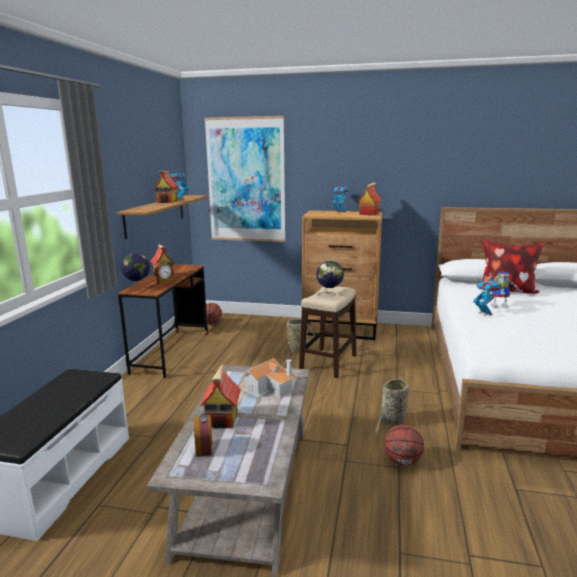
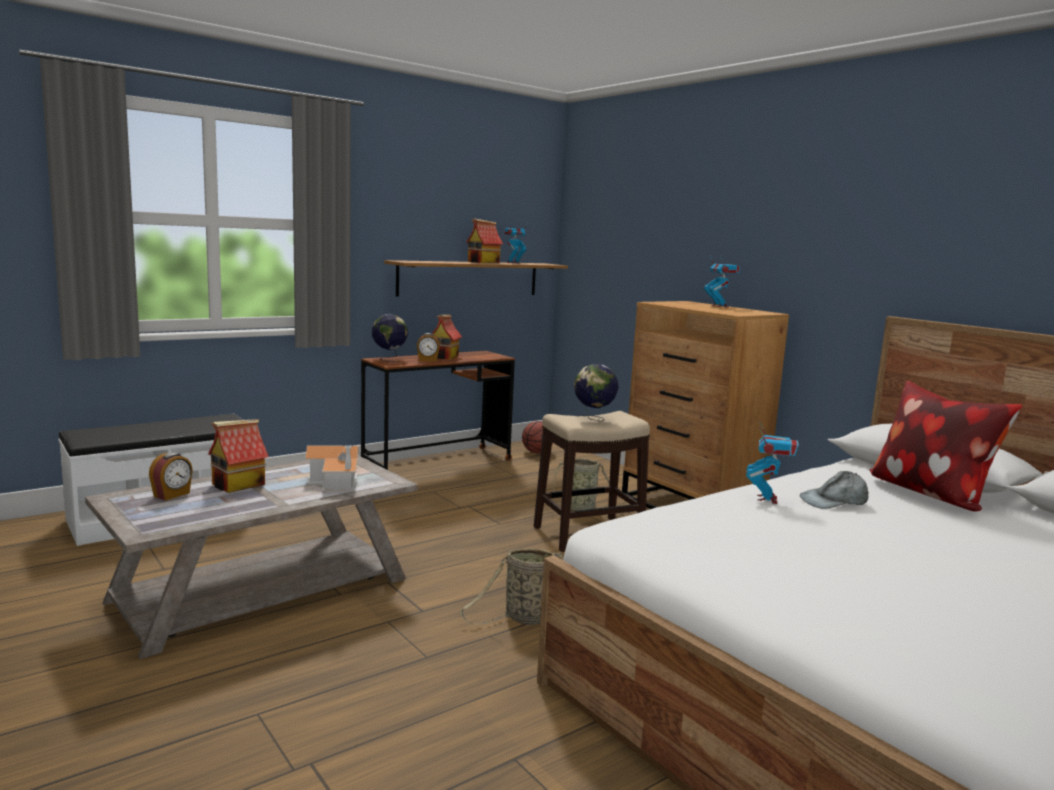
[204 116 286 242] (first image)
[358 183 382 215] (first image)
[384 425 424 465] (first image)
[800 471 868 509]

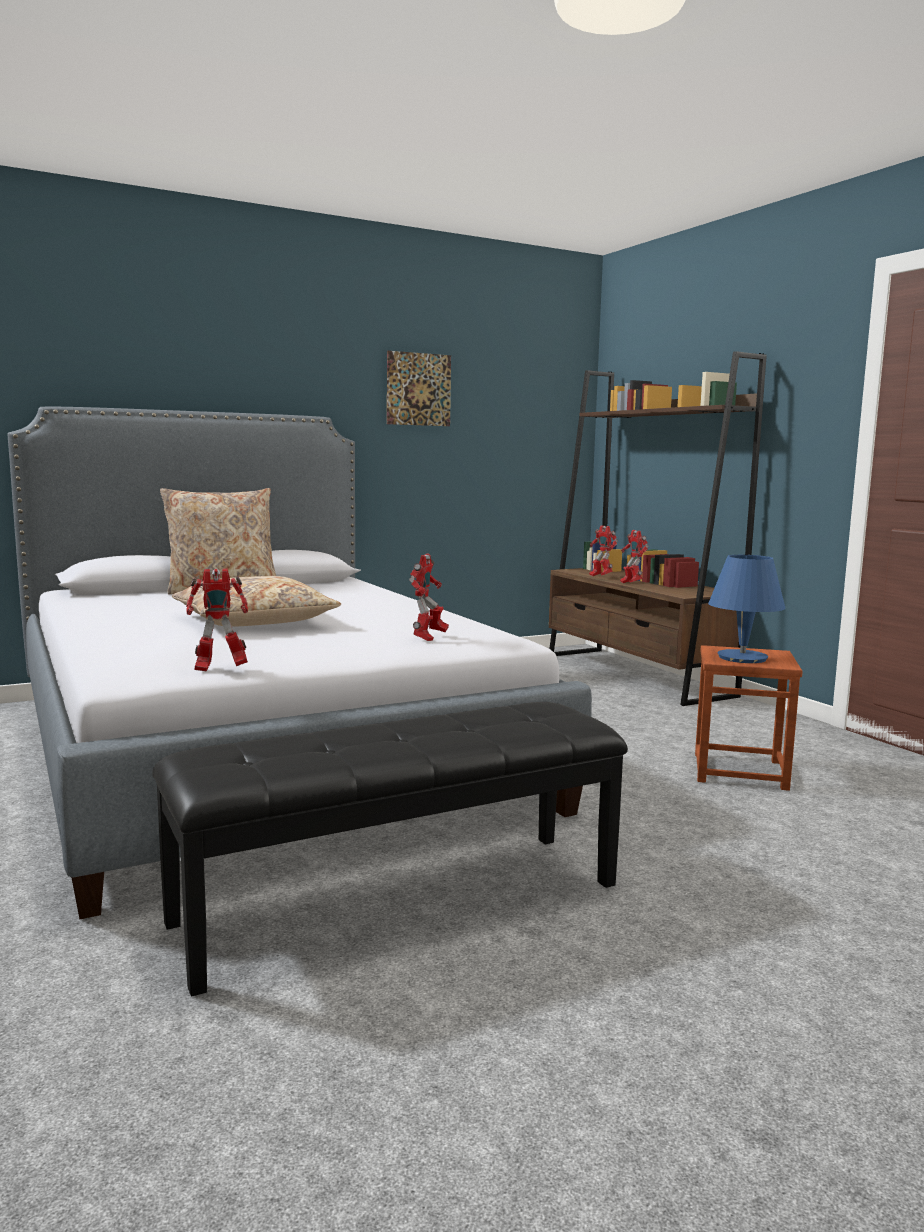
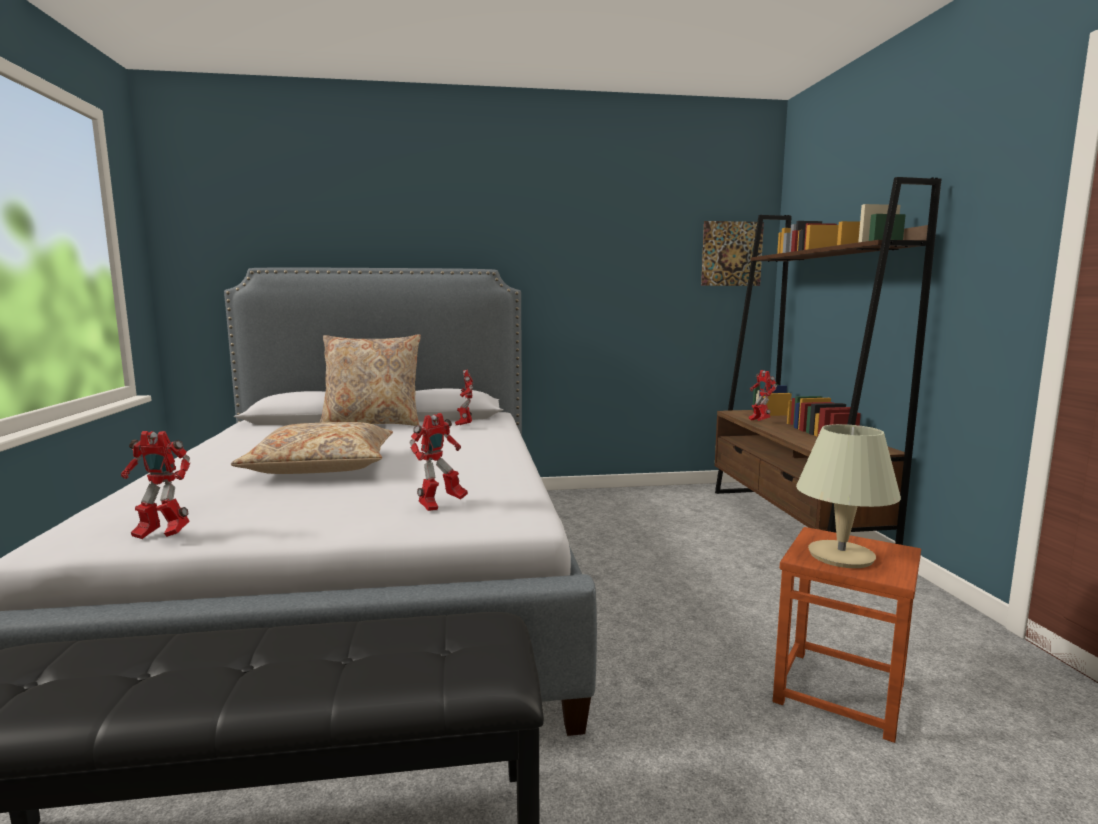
[701 221 764 286]
[455 369 473 425]
[796 424 901 568]

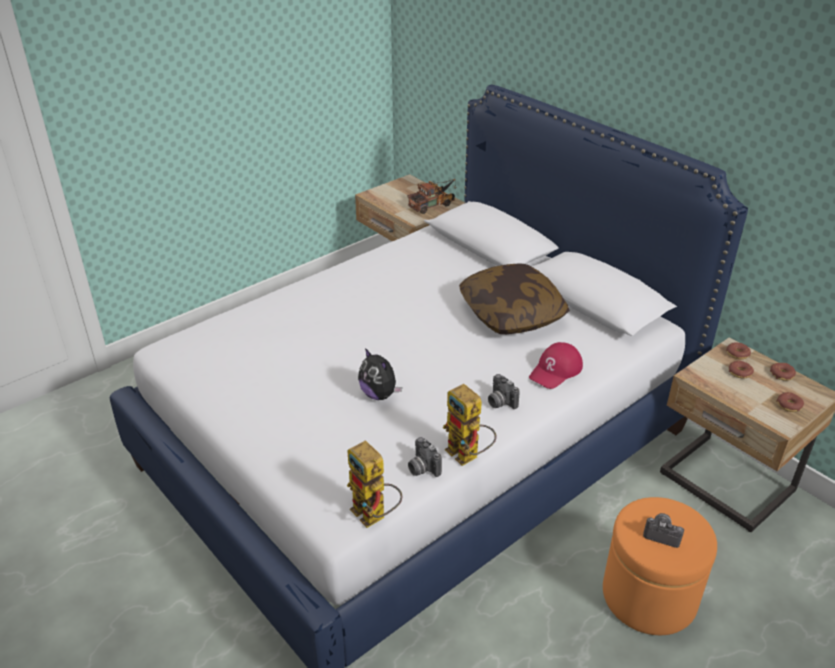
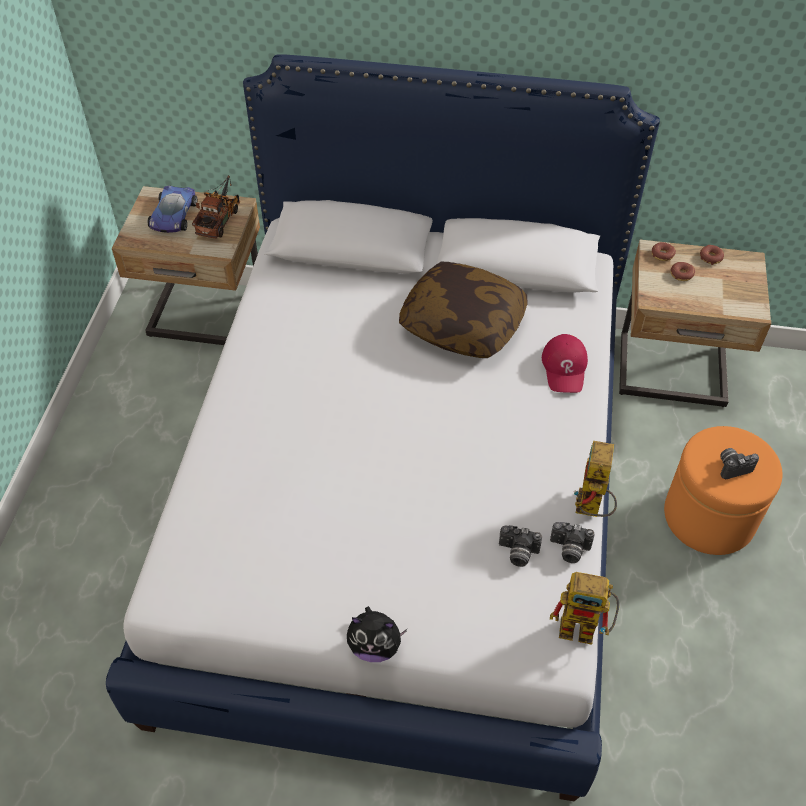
[776 392 804 412] (first image)
[148 185 197 233]
[347 606 408 662]
[499 525 542 567]
[574 441 617 517]

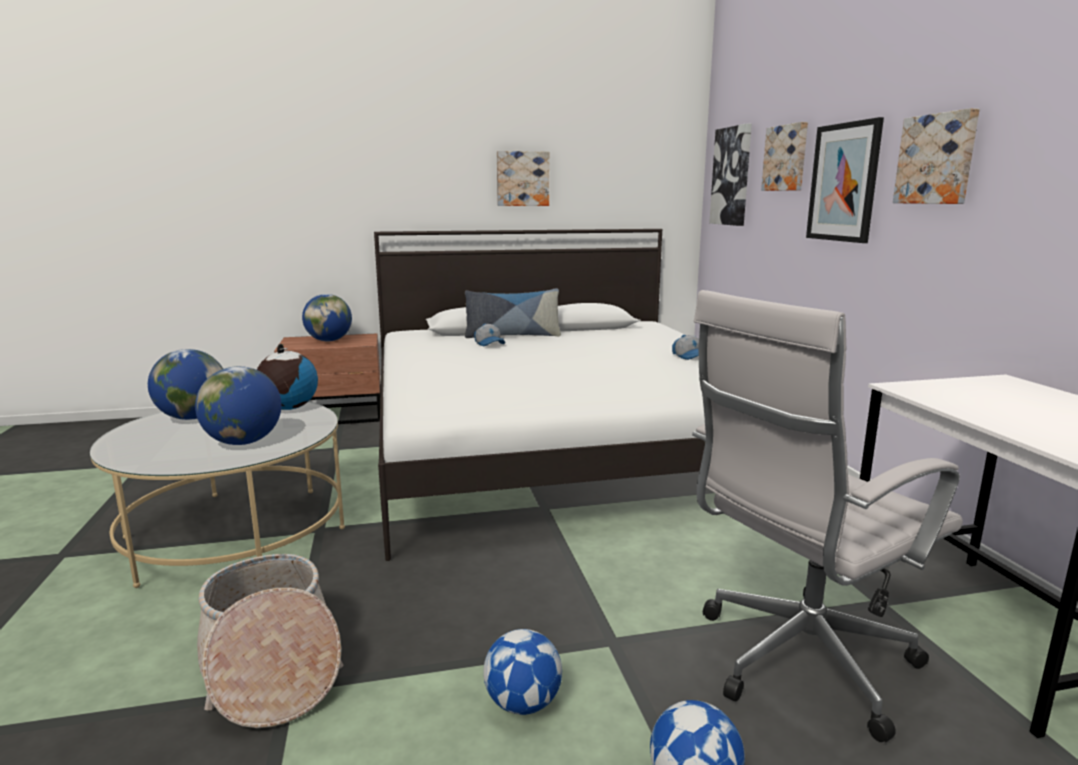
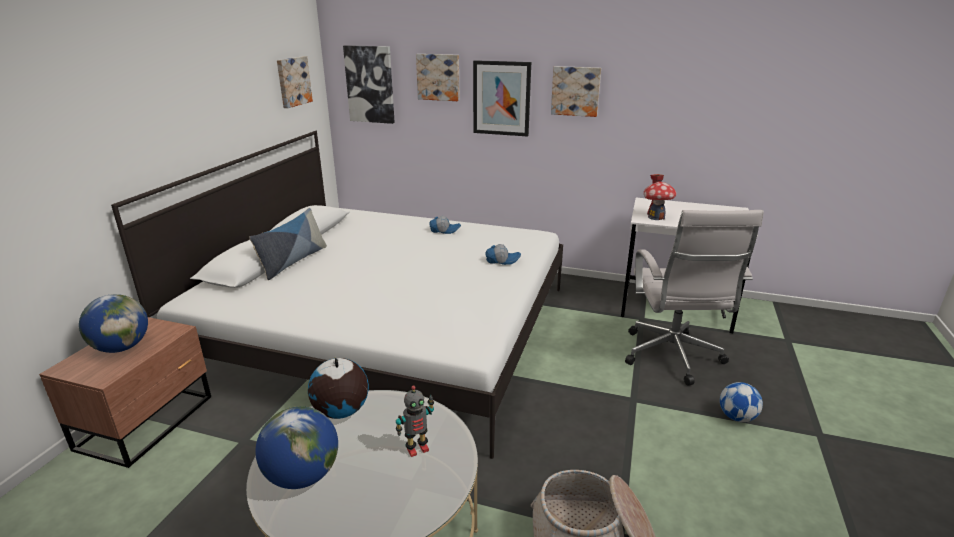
[483 629 562 715] (first image)
[644 174 676 220]
[485 244 521 265]
[277 56 313 108]
[396 385 434 457]

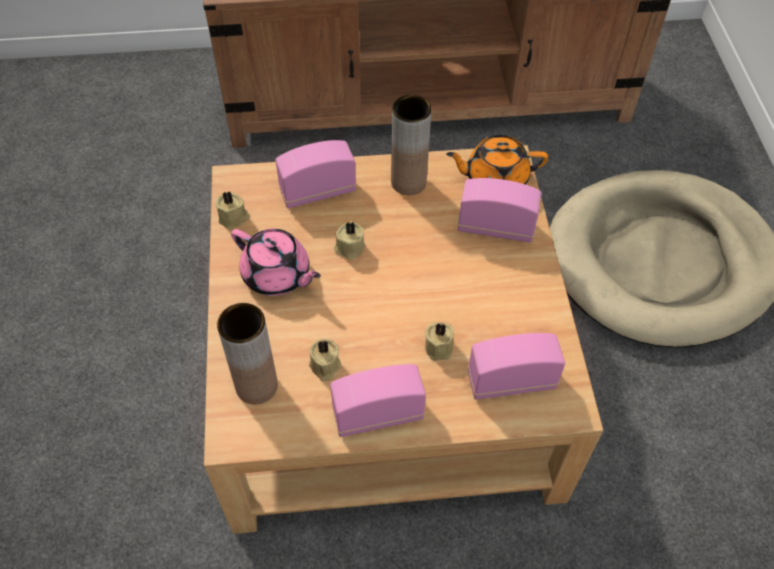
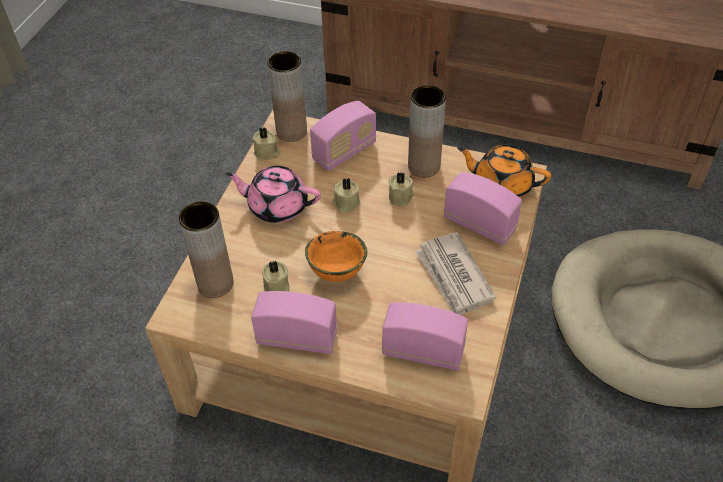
[267 51 307 142]
[305 231 367 282]
[415 232 496 315]
[389 172 415 207]
[225 166 321 223]
[310 101 377 171]

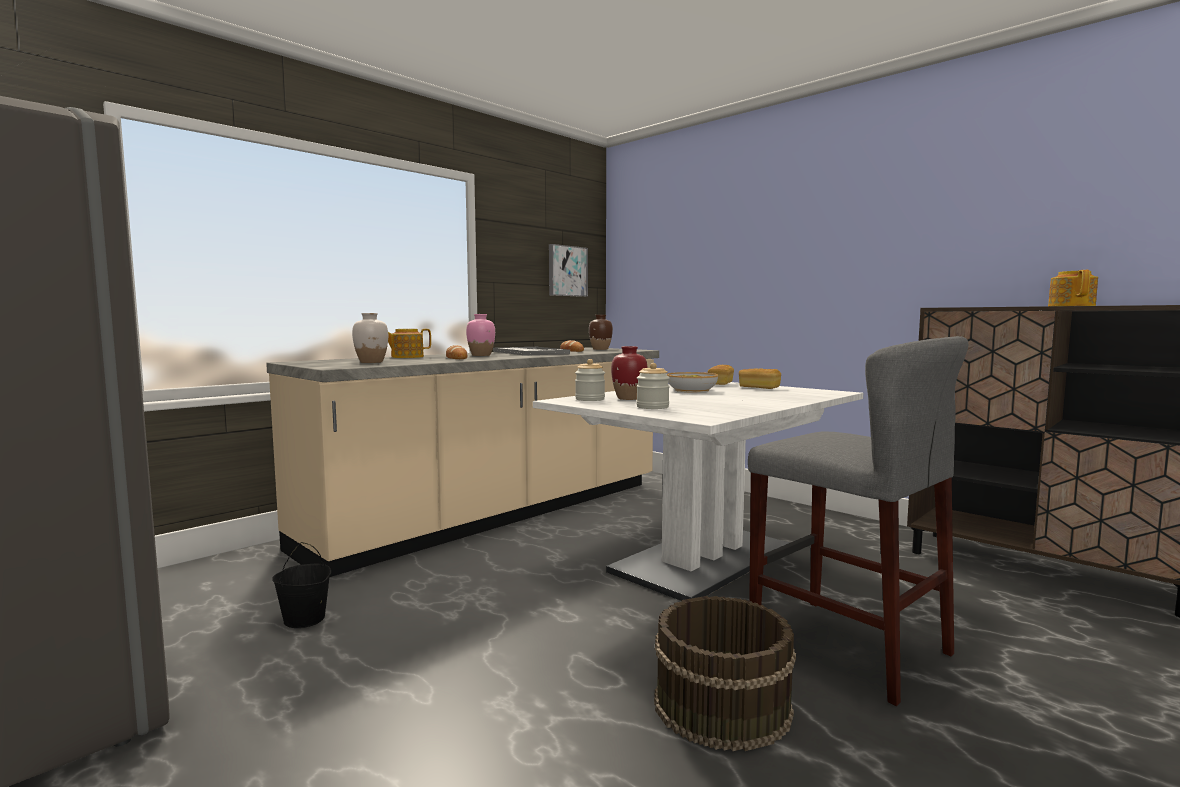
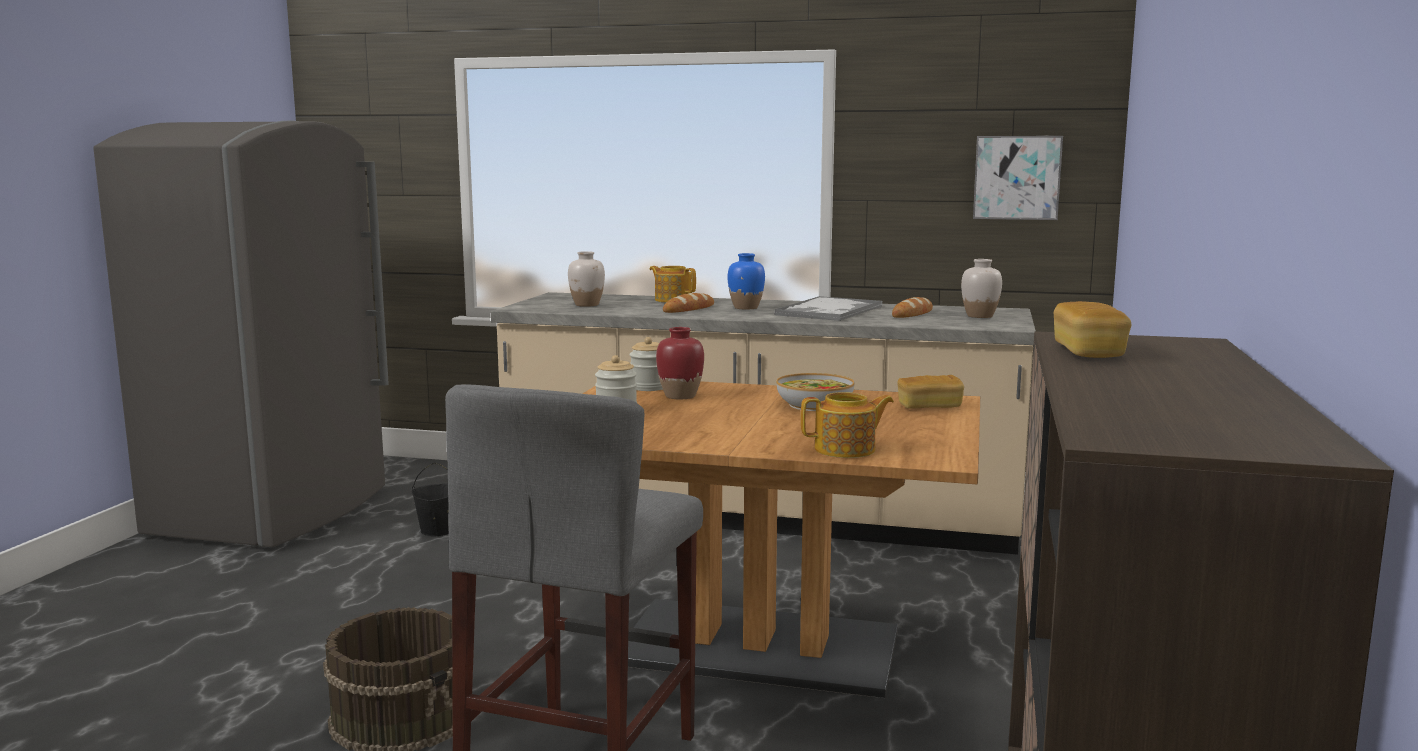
[1054 301 1132 358]
[801 392 894 458]
[728 253 765 309]
[583 381 980 698]
[961 259 1002 318]

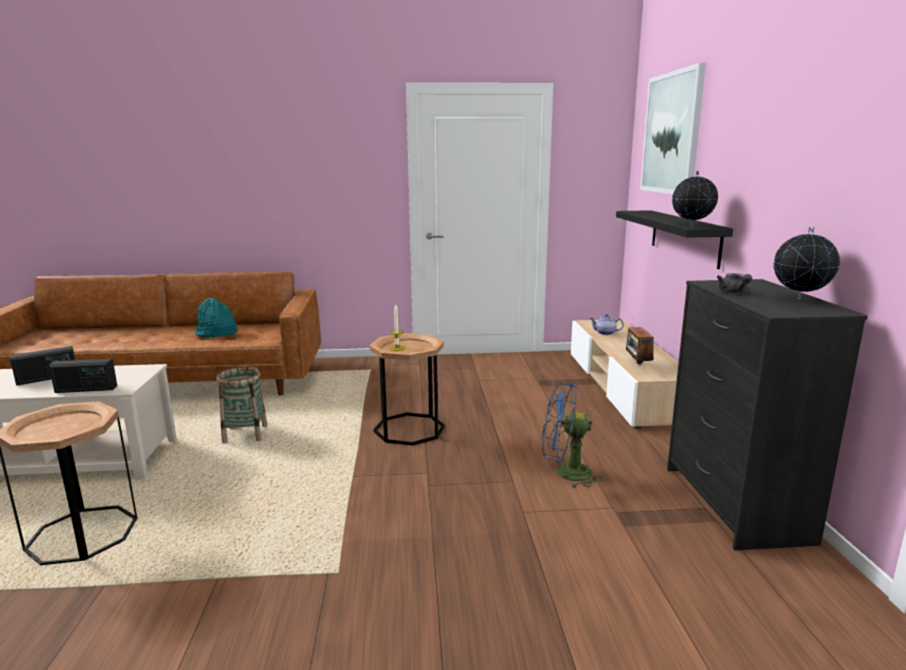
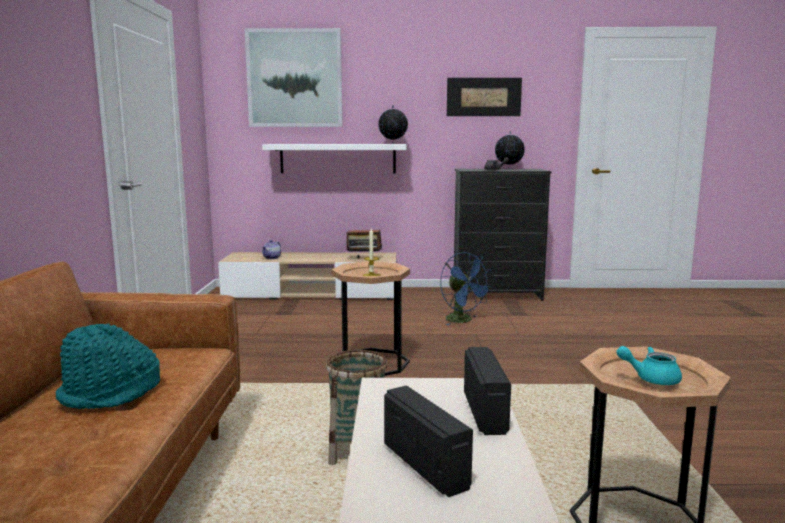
[447 78 522 116]
[616 346 682 385]
[262 144 407 173]
[440 252 493 325]

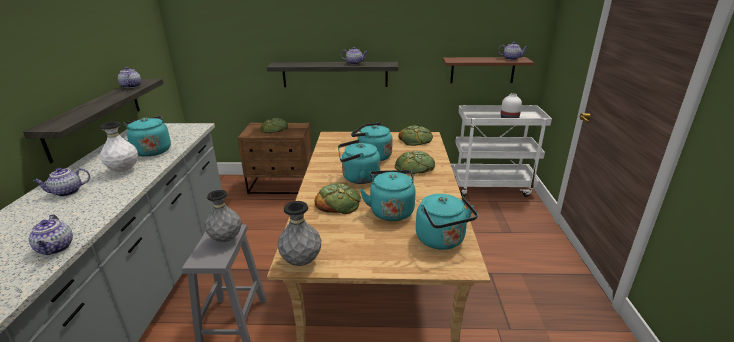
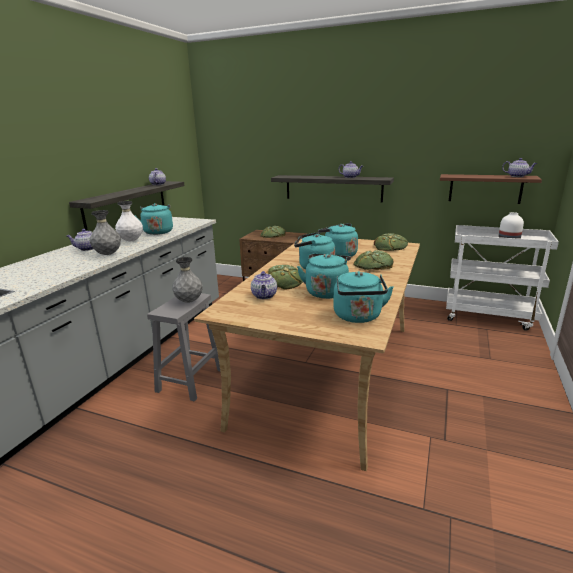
[251 271 277 299]
[90 210 121 255]

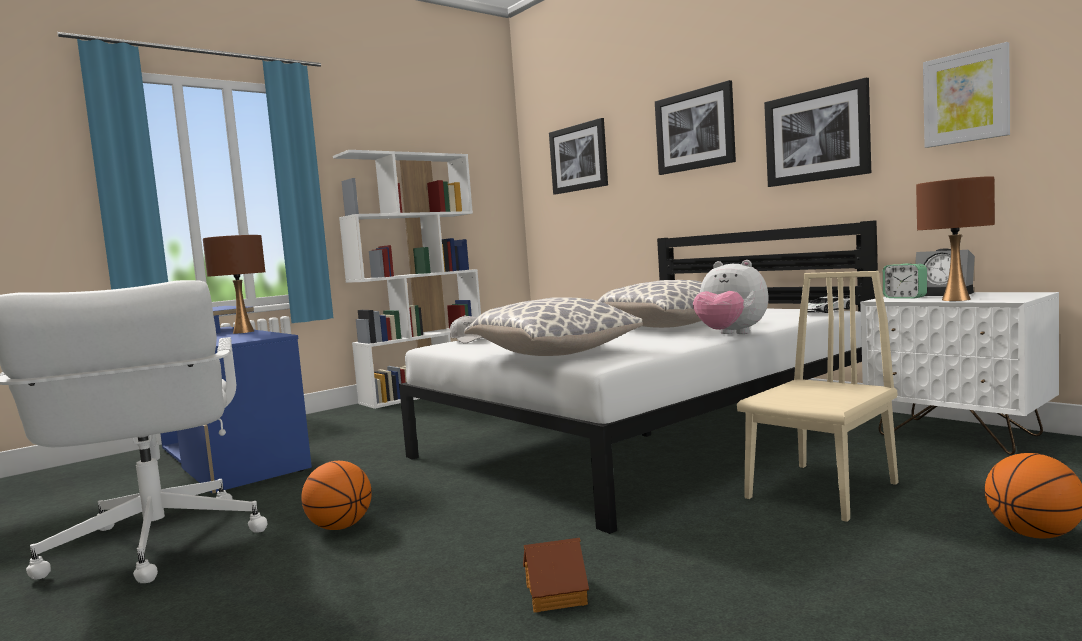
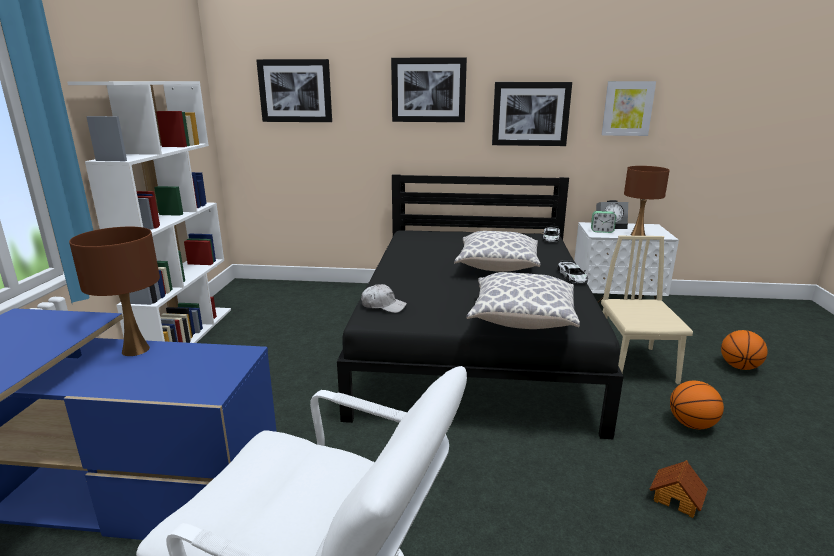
[670 381 724 429]
[557 260 588 284]
[337 174 624 440]

